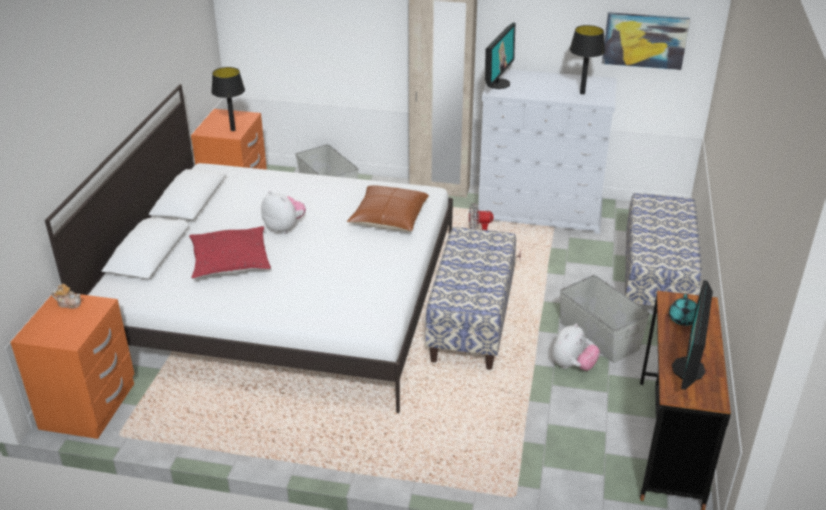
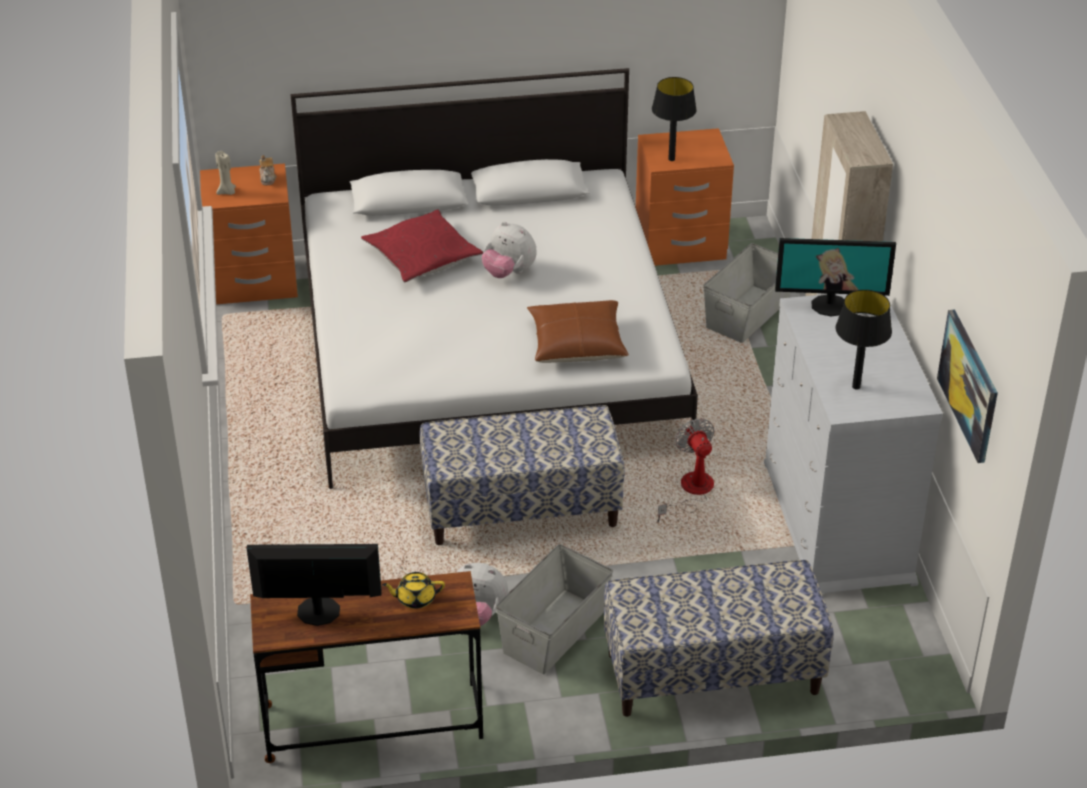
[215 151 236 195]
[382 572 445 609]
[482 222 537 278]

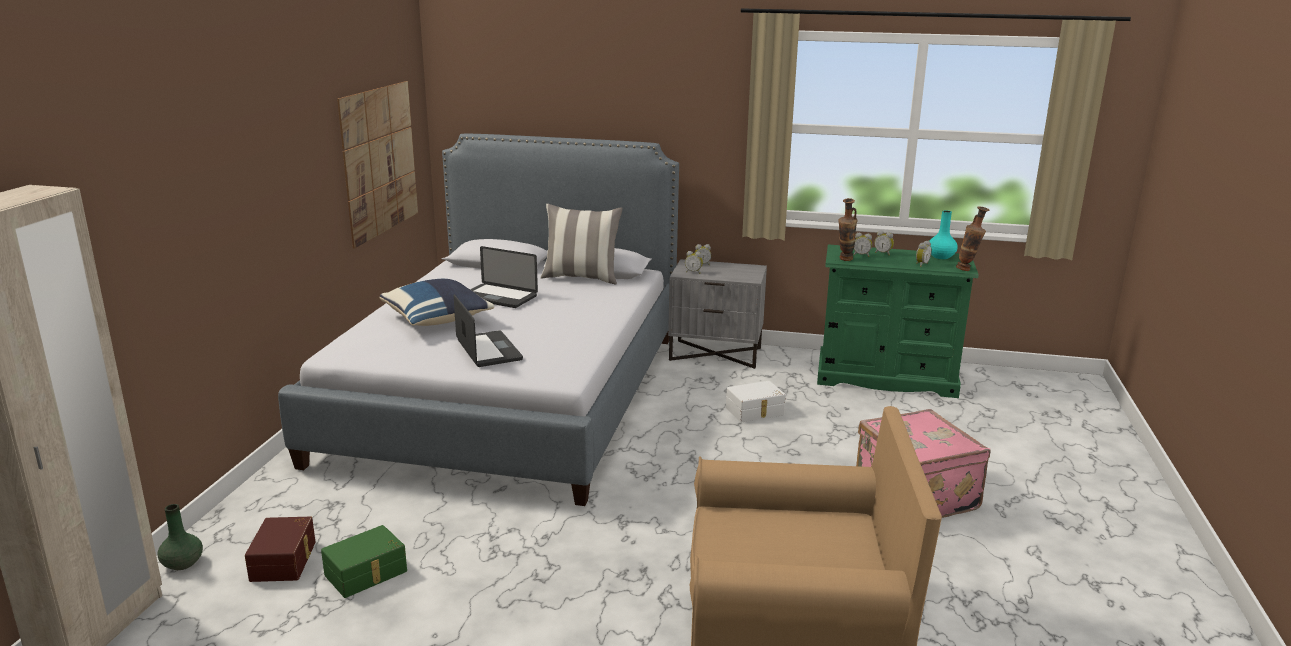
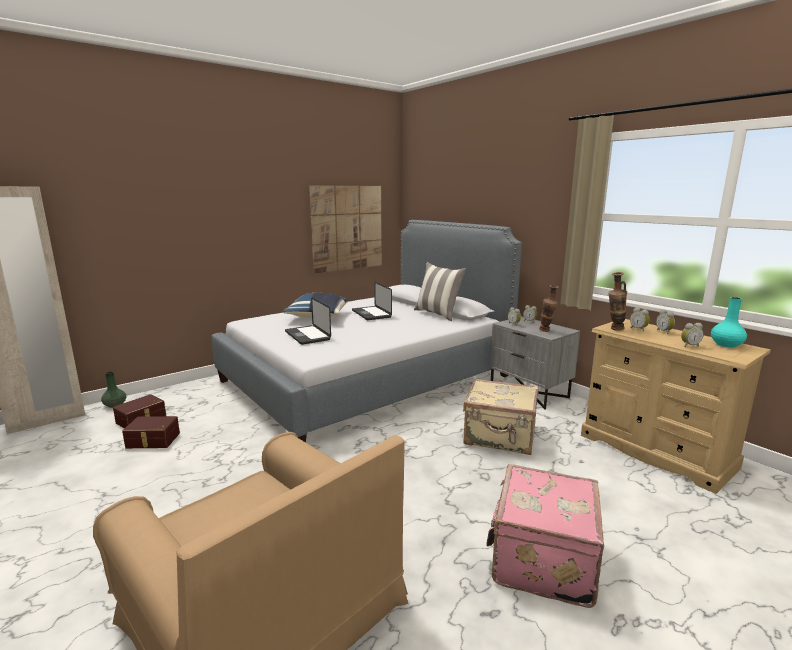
[539 285 559 332]
[463 378 538 455]
[122 416 180 448]
[581 319 771 494]
[285 297 331 345]

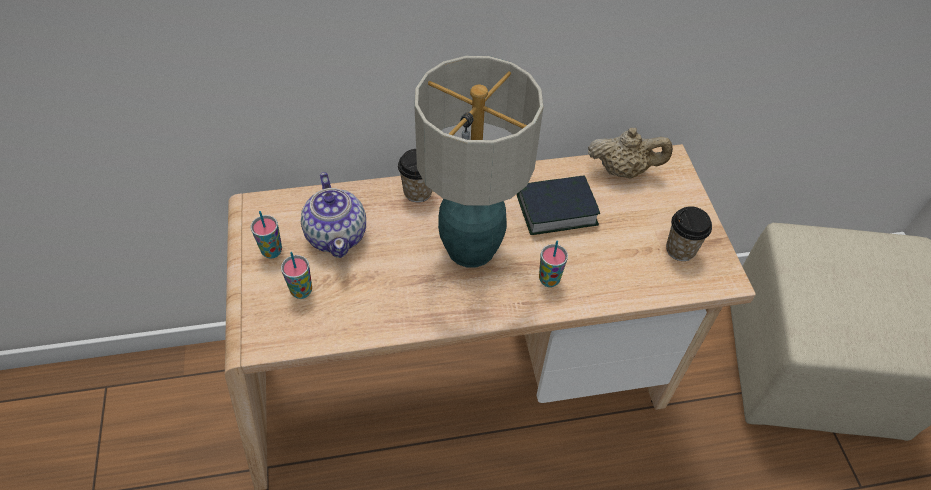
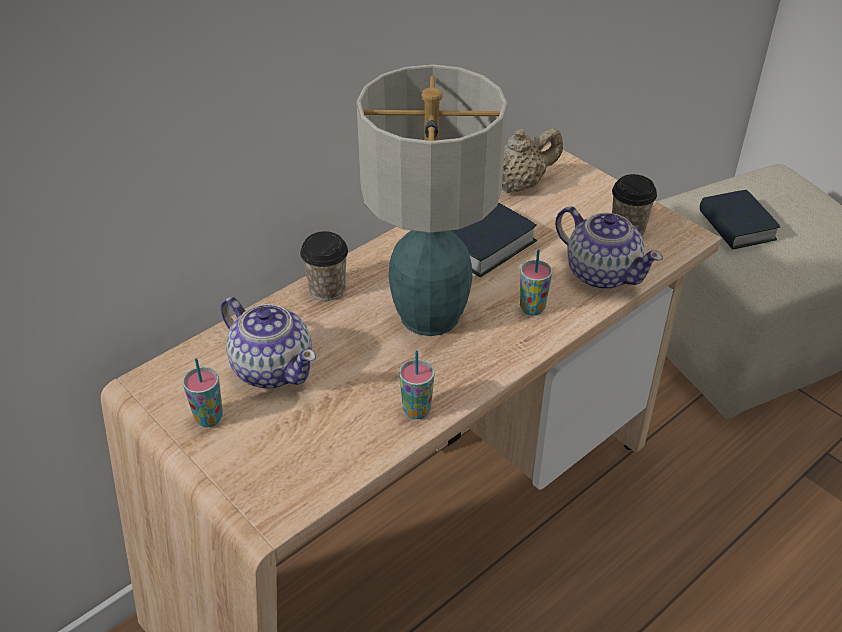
[555 206 663 289]
[699 190 781 250]
[399 350 435 419]

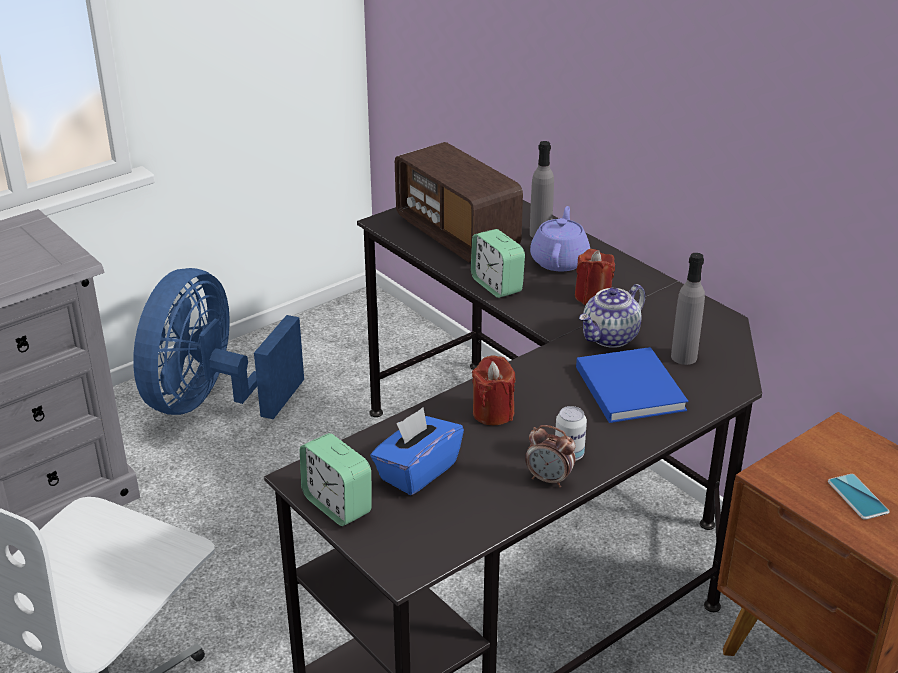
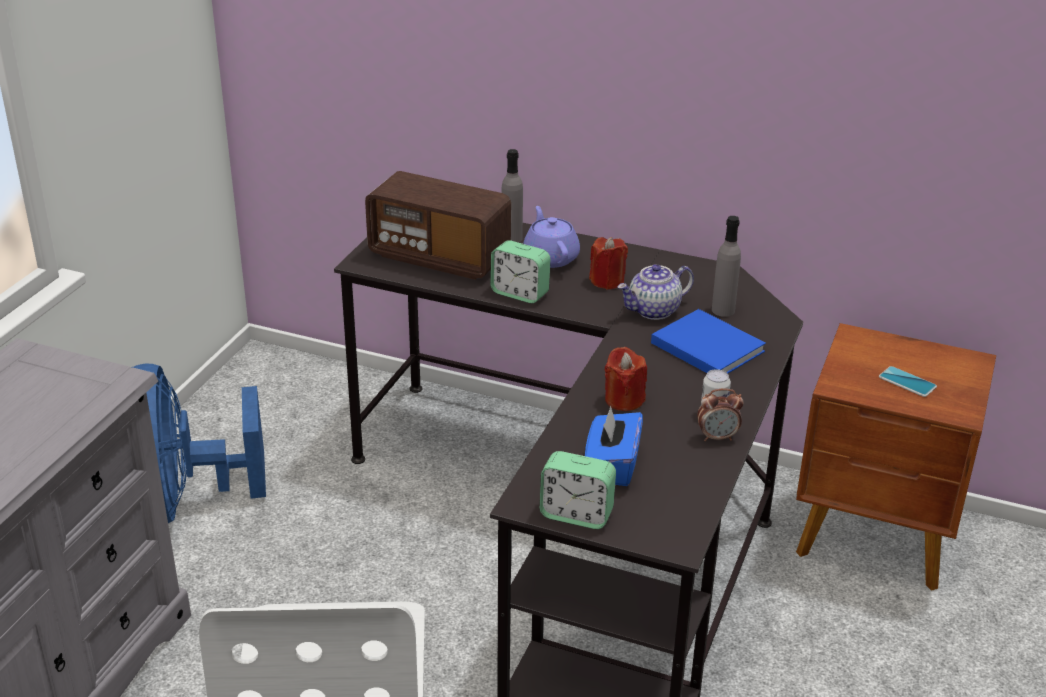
[617 264 694 320]

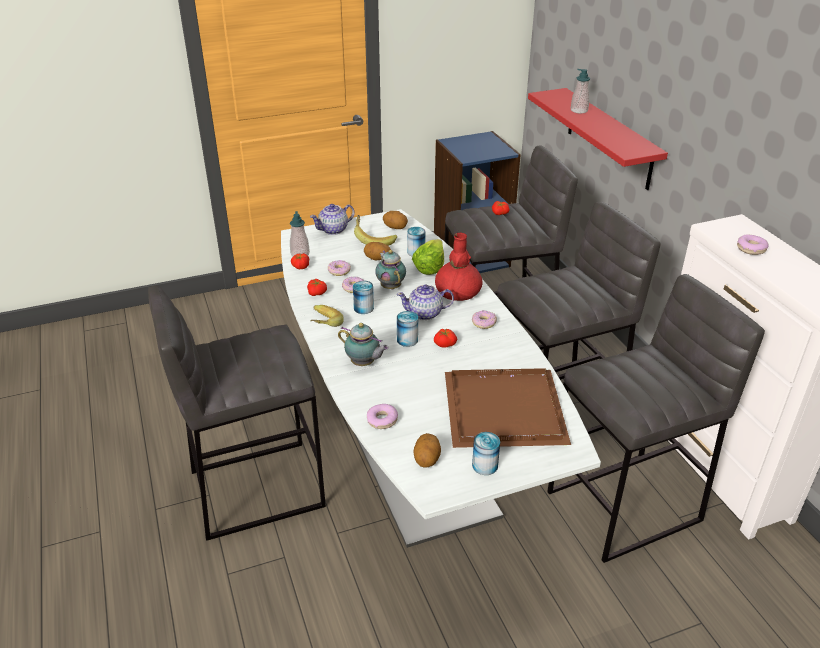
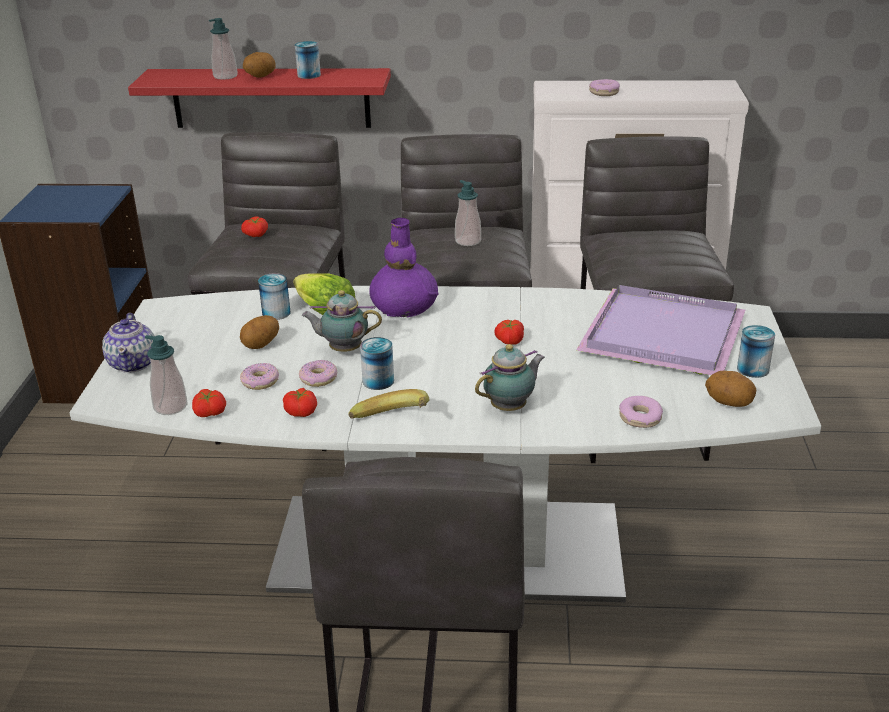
[354 215 397 246] (first image)
[397 284 454 320] (first image)
[472 310 497 329] (first image)
[455 180 481 246]
[243 52 276 78]
[295 41 321 79]
[369 218 439 317]
[576 285 745 375]

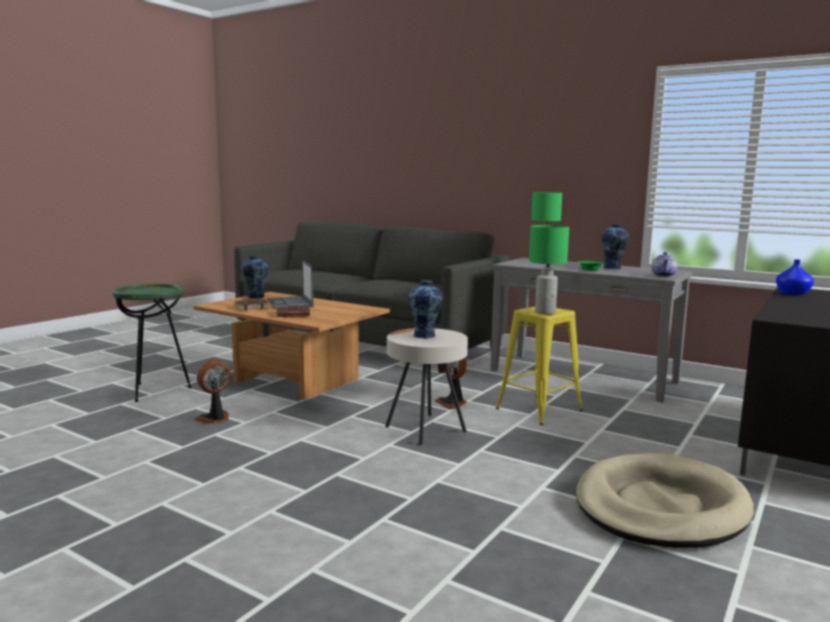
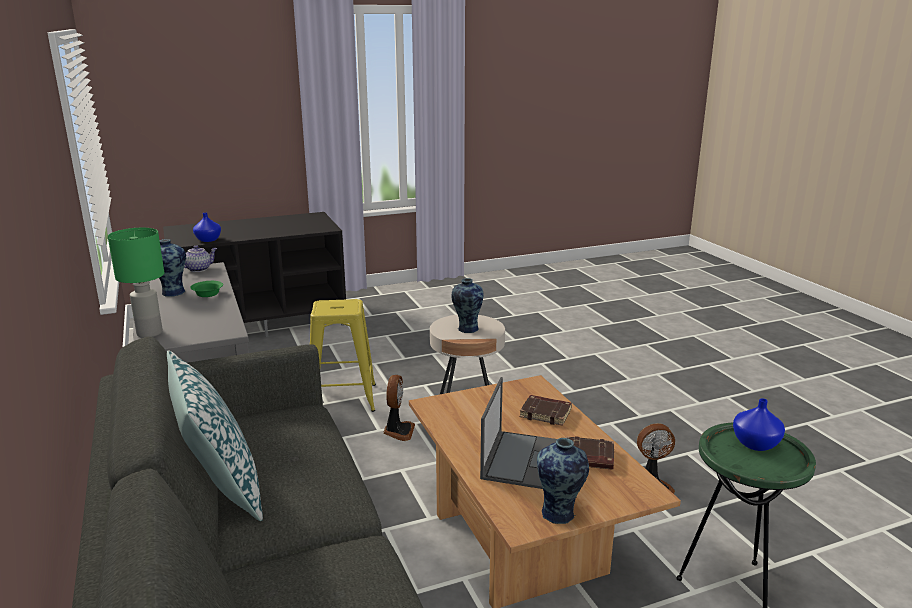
[529 225 569 314] (first image)
[576 453 754 548] (first image)
[167 350 263 521]
[733 398 785 451]

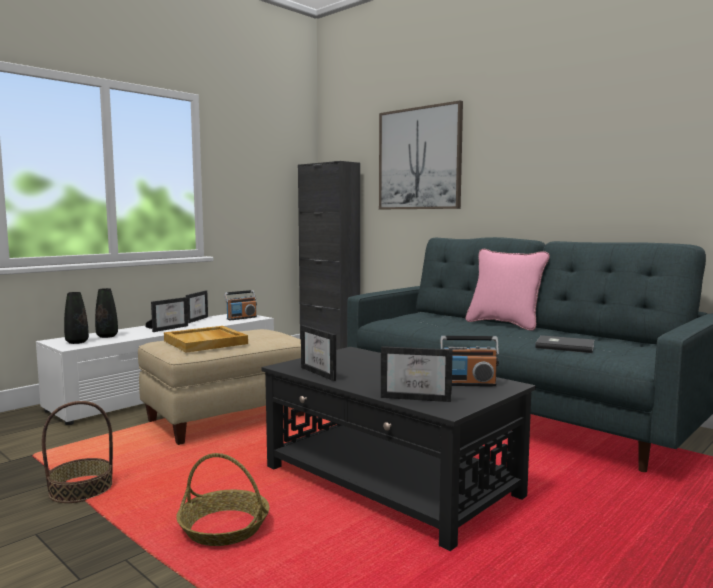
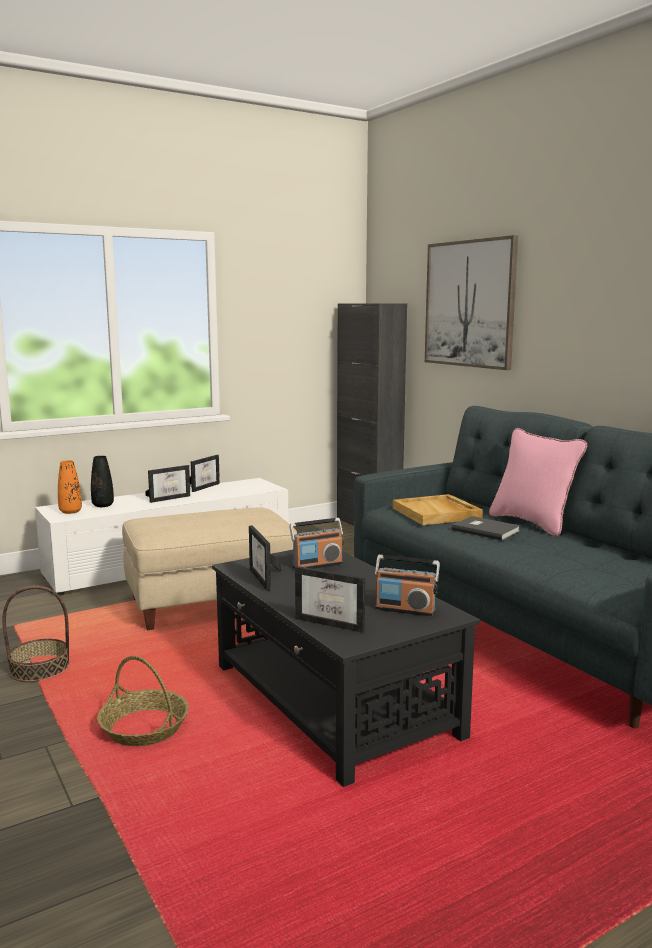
[393 494 483 525]
[289 518 344 569]
[452 516 520 541]
[58 460 82 514]

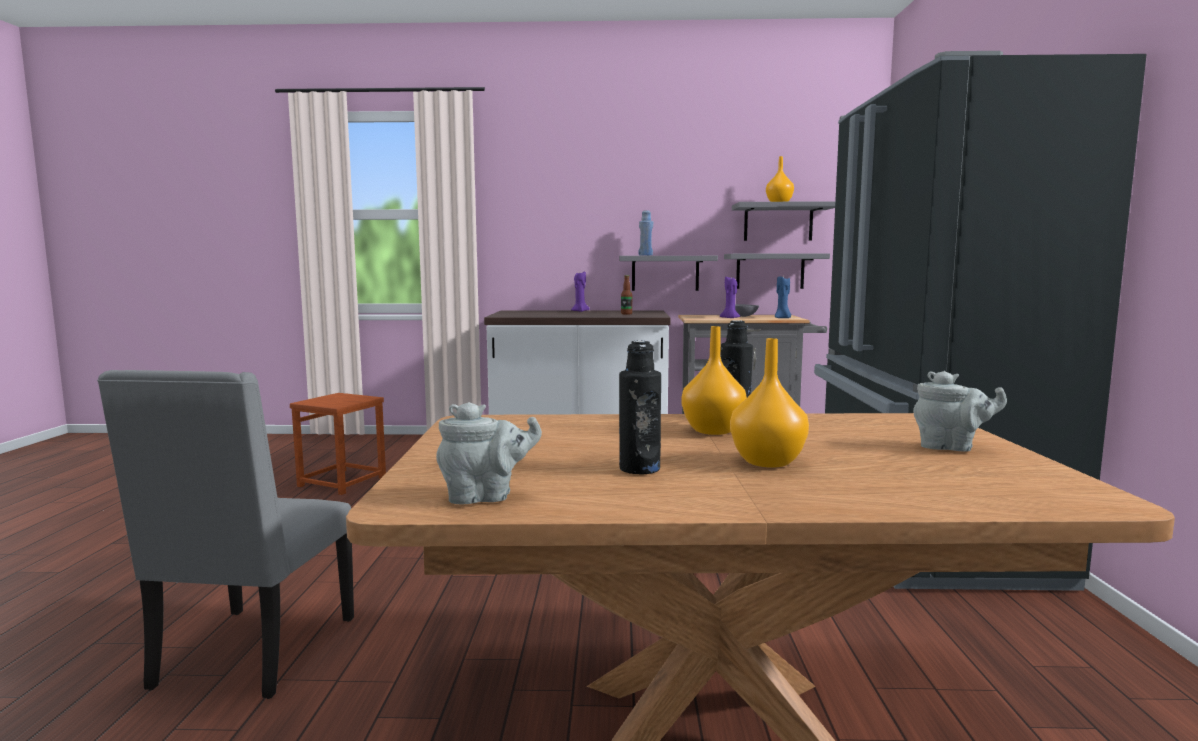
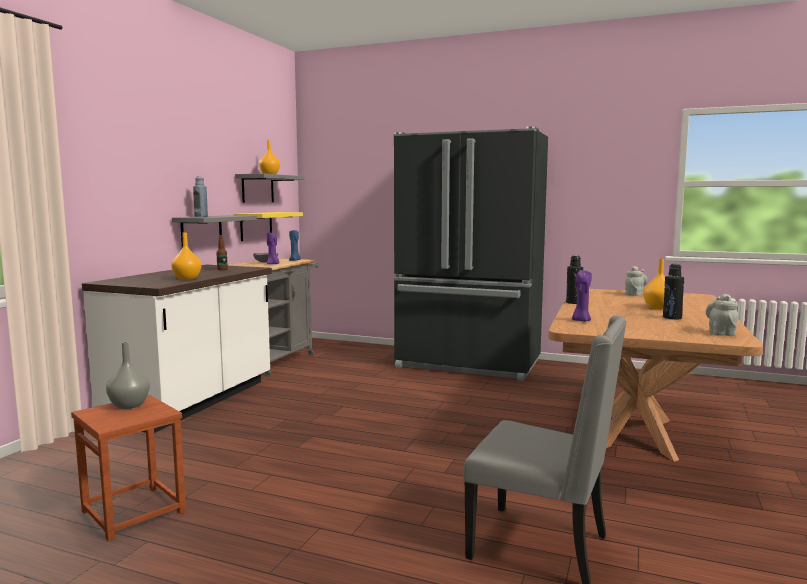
[106 342 150 409]
[572 270 592 321]
[171 232 201 280]
[233 212 303 241]

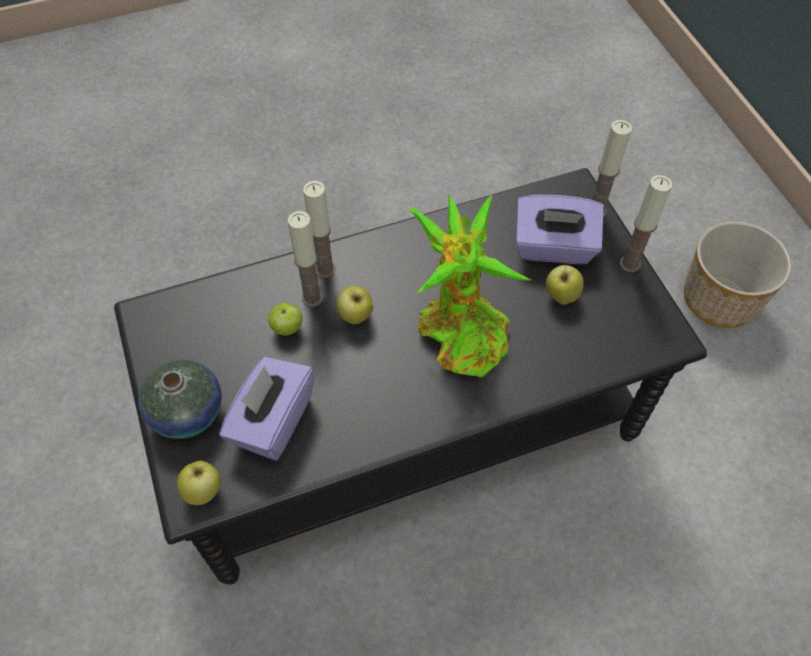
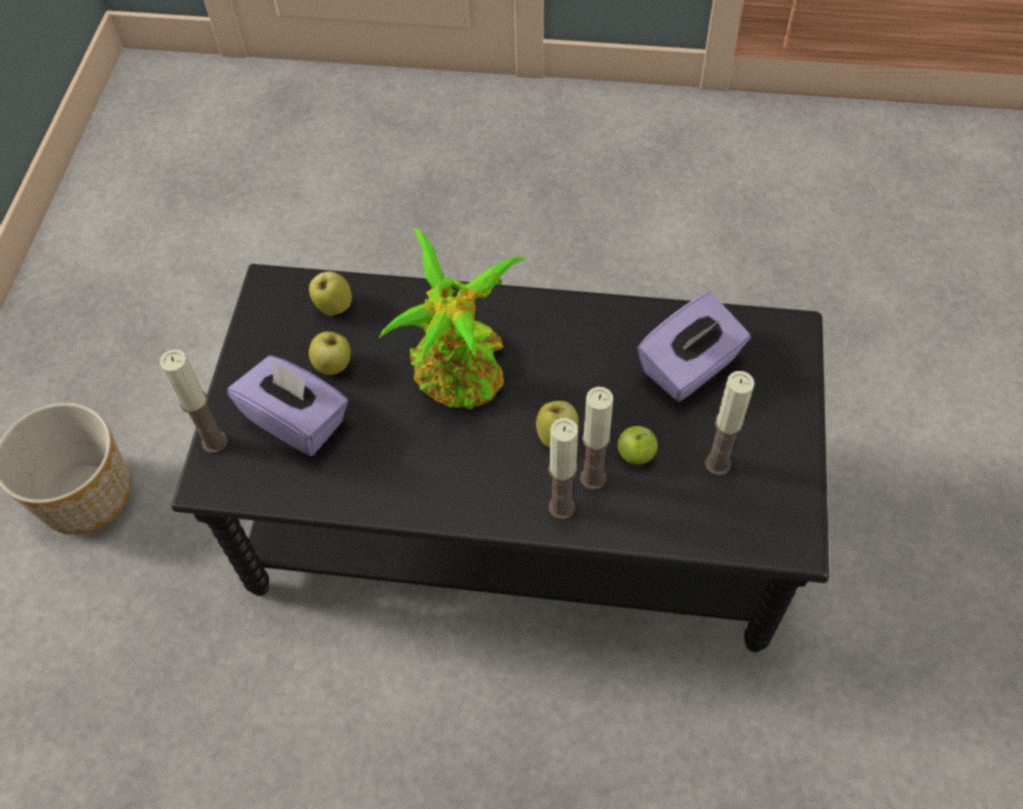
[138 360 222 439] (first image)
[309 271 352 316]
[705 371 755 476]

